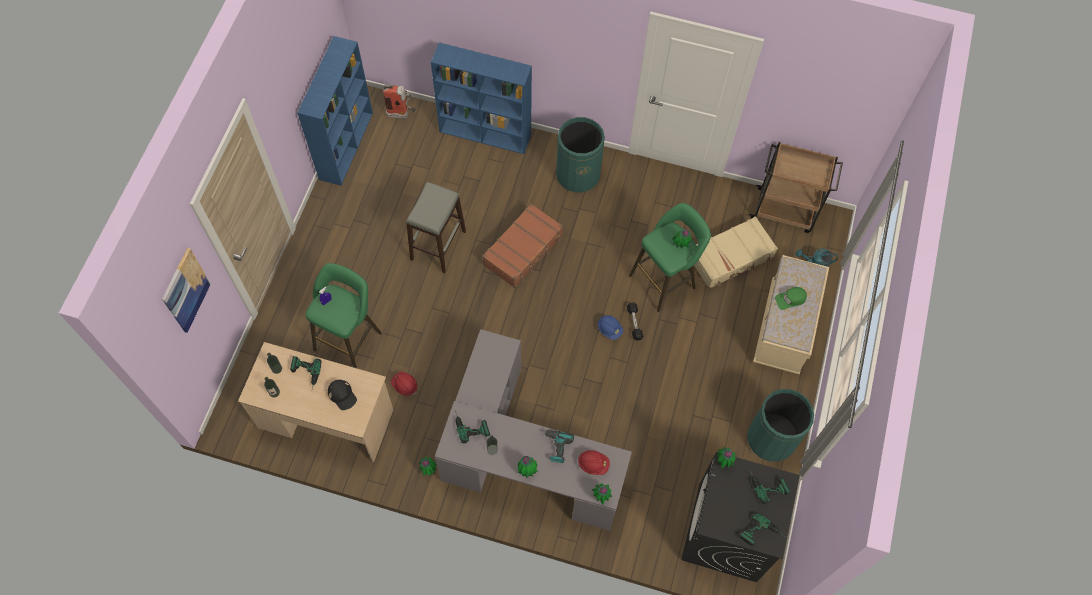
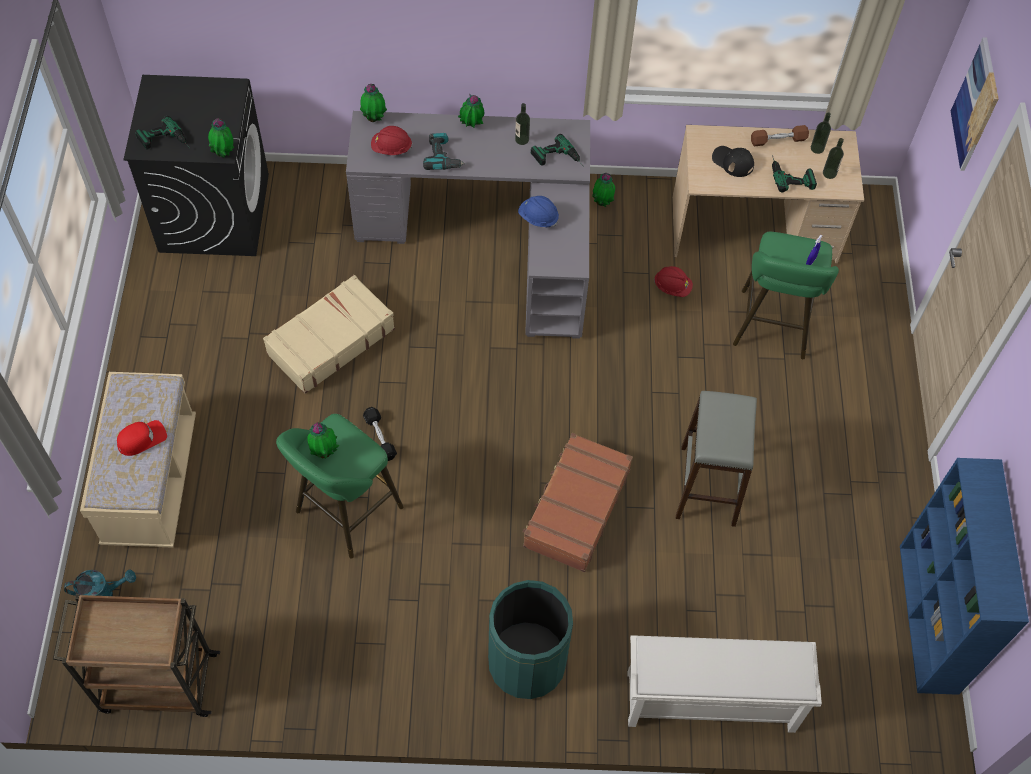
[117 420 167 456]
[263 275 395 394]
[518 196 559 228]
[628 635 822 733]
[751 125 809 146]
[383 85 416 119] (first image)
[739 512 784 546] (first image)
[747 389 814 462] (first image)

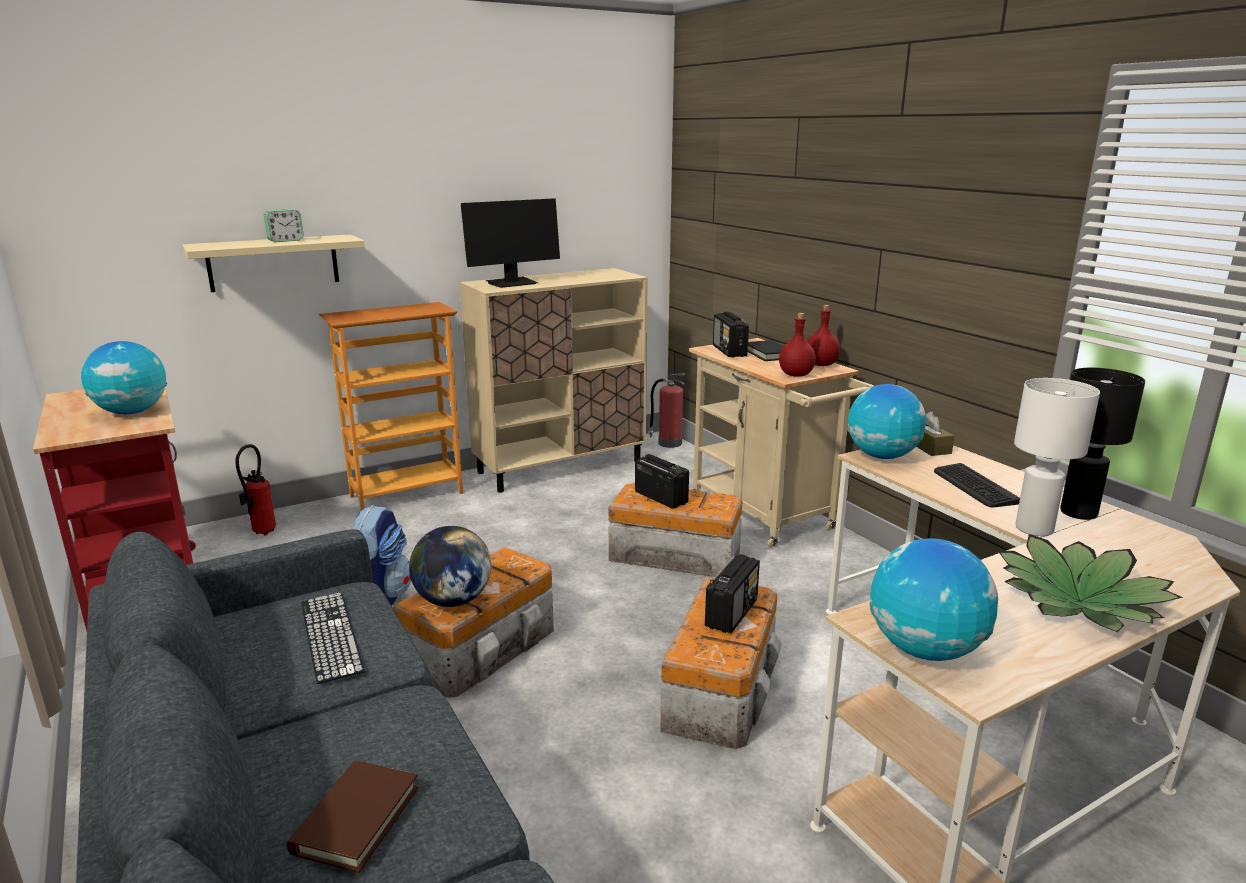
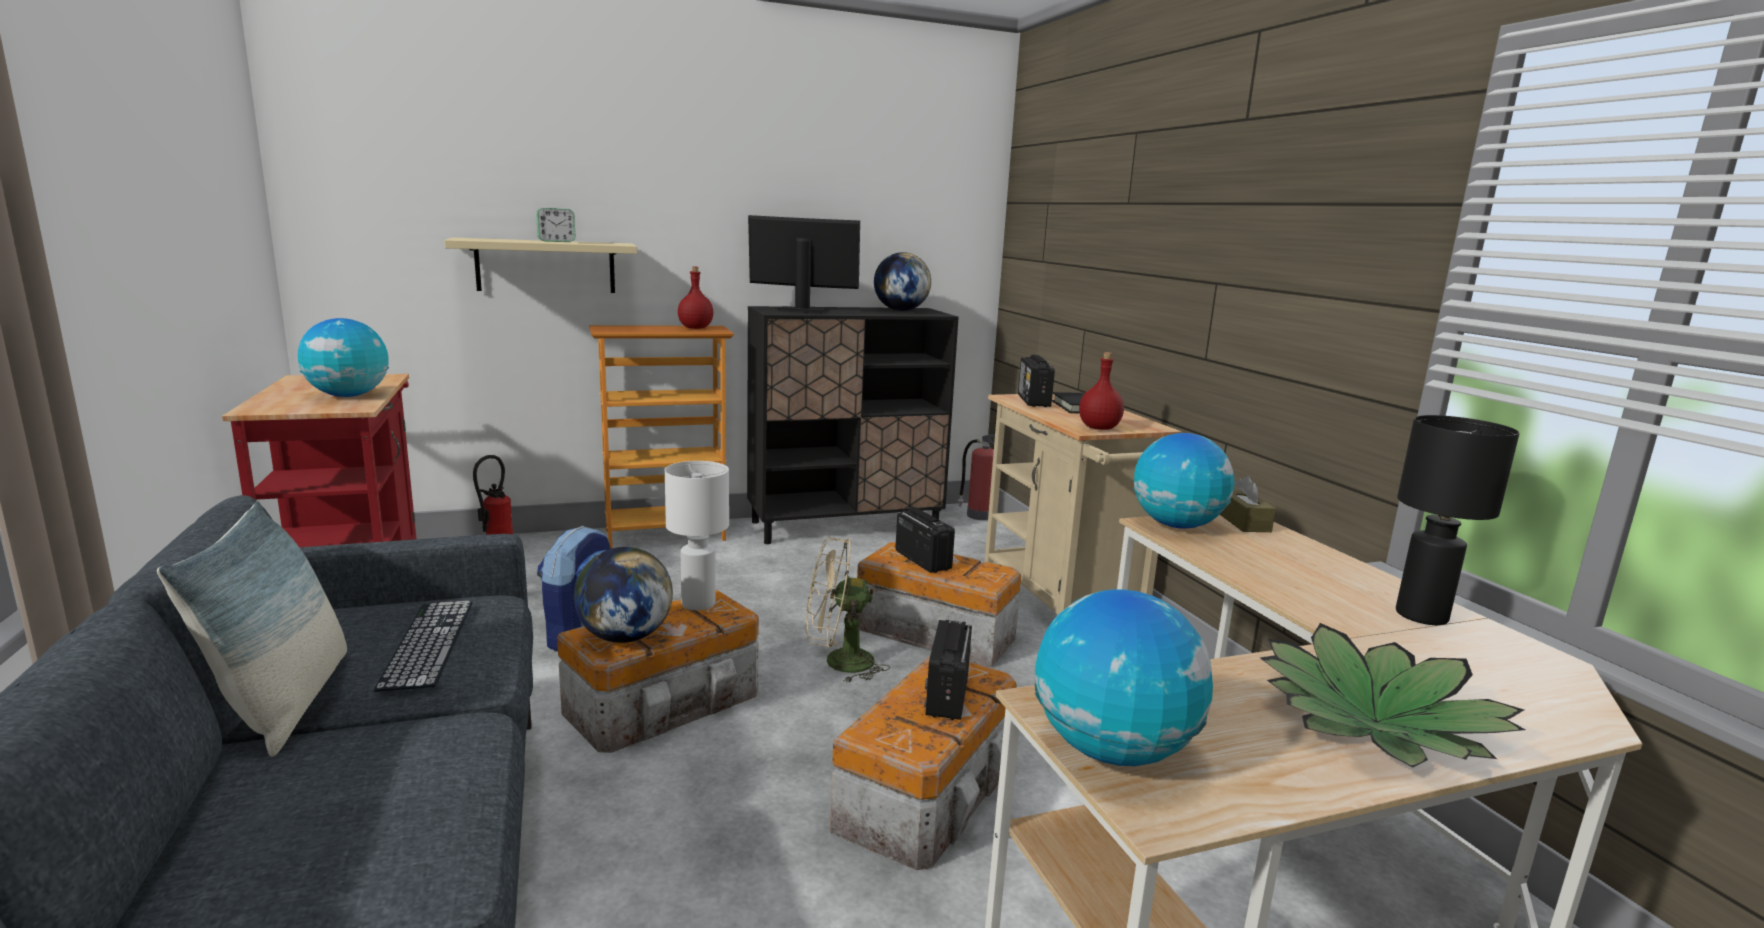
[157 501 347 757]
[665 461 729 610]
[678 267 713 329]
[747 306 959 544]
[748 215 860 314]
[806 537 890 683]
[874 252 931 311]
[924 620 972 720]
[287 761 419 873] (first image)
[934 463 1020 508] (first image)

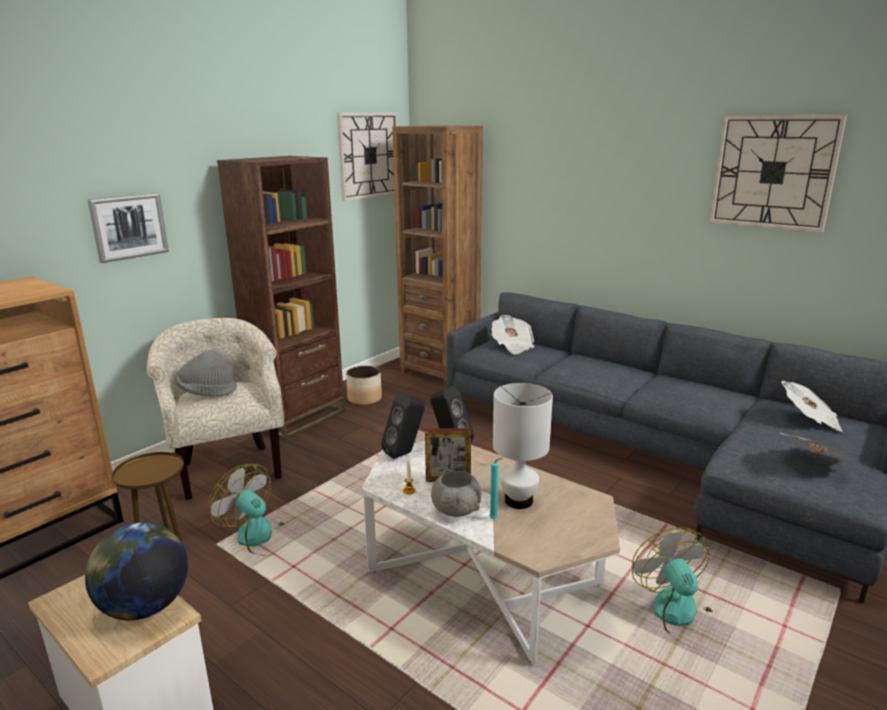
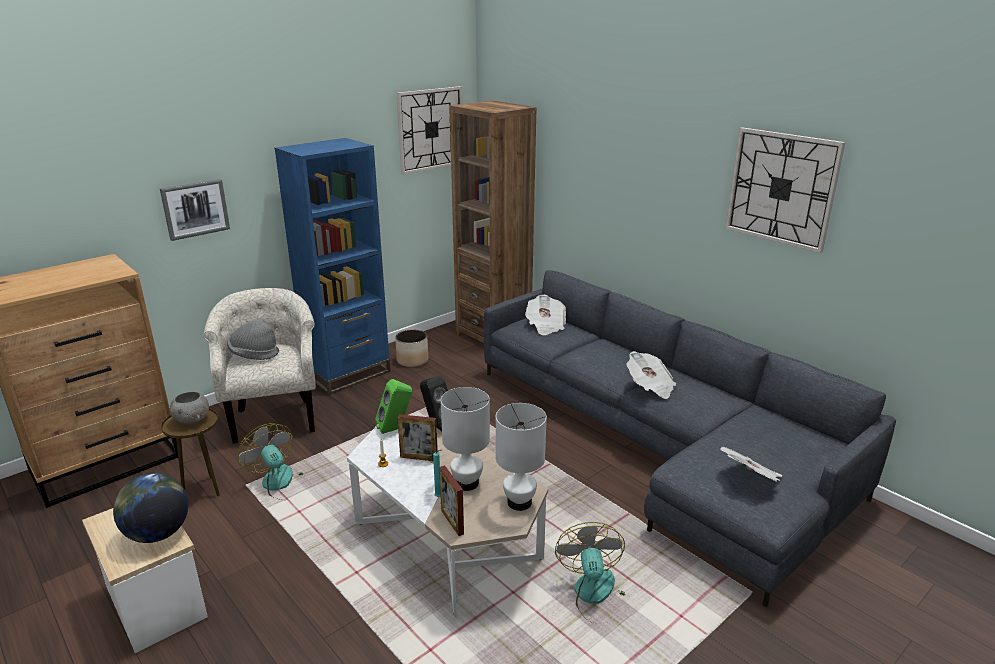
[170 392 209 424]
[275 138 391 395]
[375 379 412 434]
[439 465 464 536]
[496 403 547 511]
[626 351 676 399]

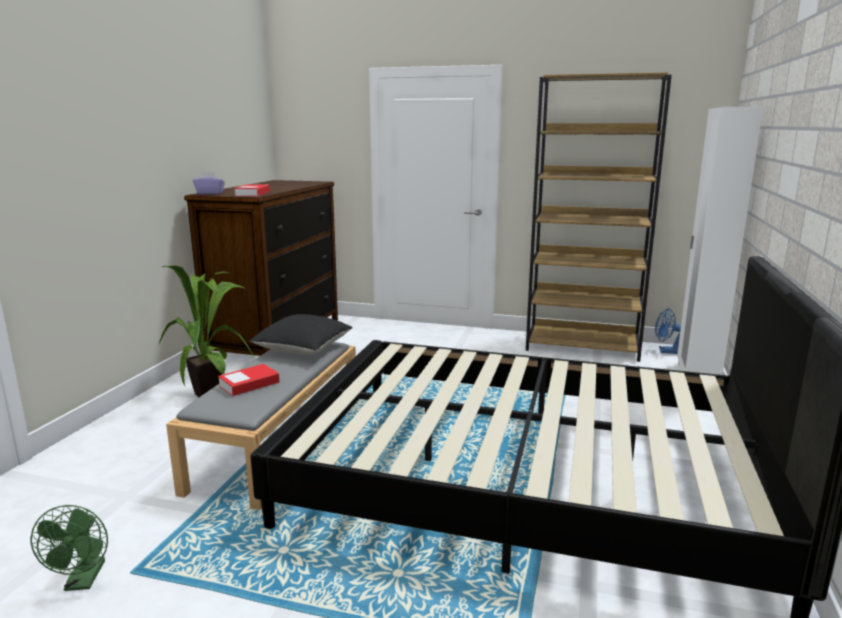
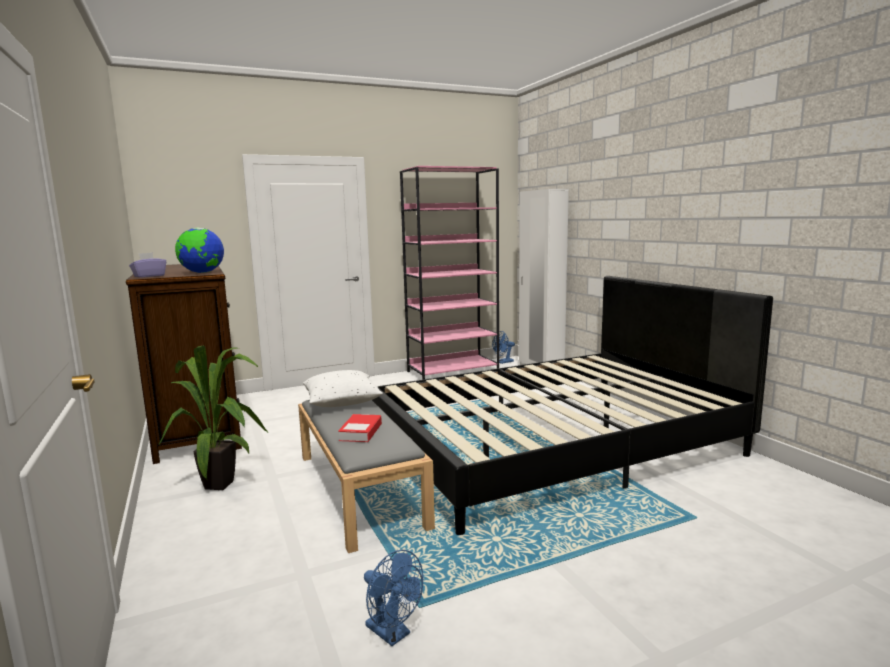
[175 228 224 273]
[303 370 383 407]
[364 550 423 646]
[400 166 499 380]

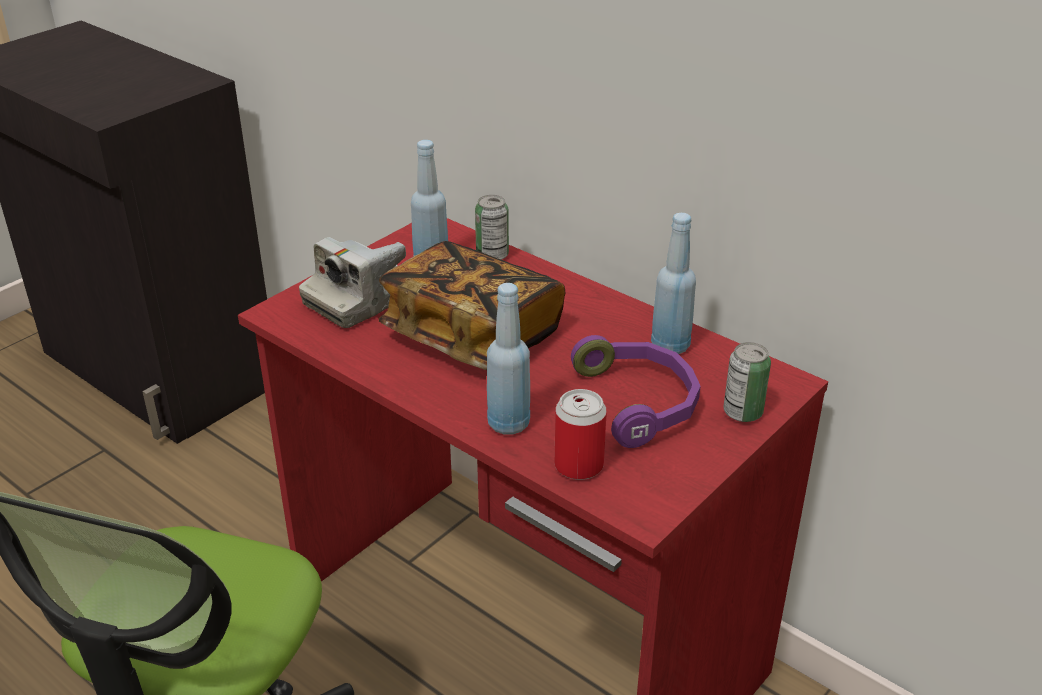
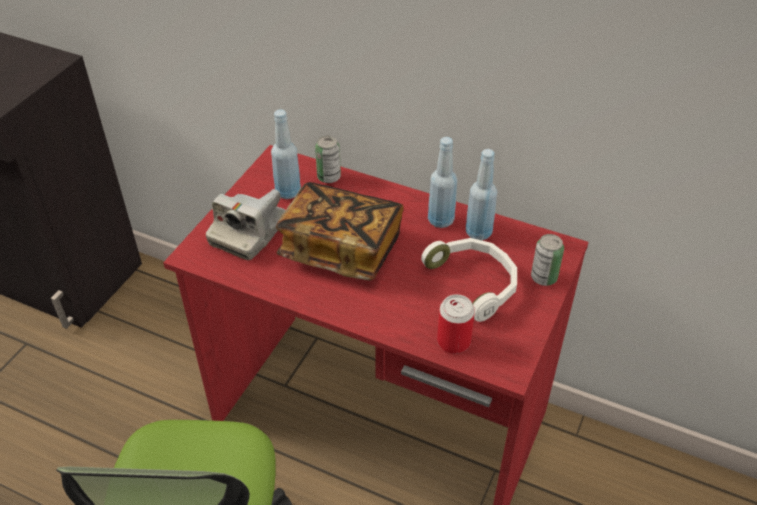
[421 238 517 322]
[428 137 457 228]

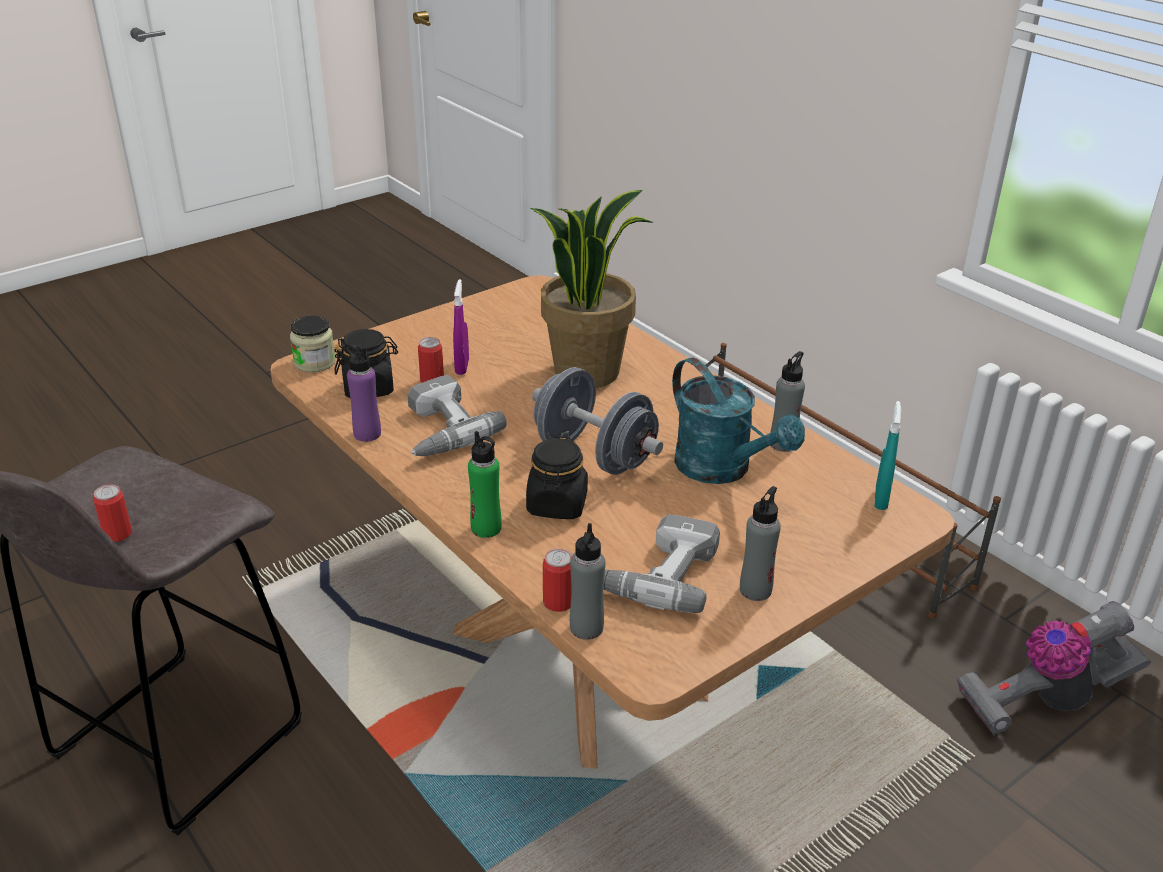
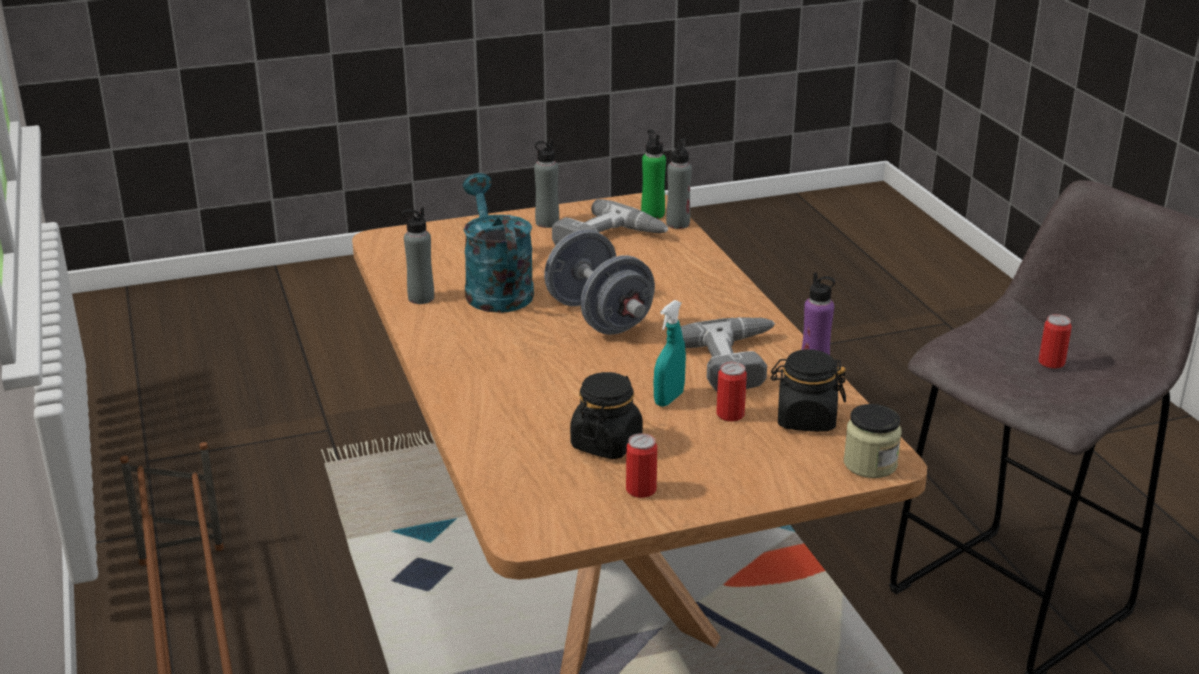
[570 372 643 459]
[626 433 657 498]
[641 129 666 219]
[654 300 686 407]
[453 279 469 375] (first image)
[530 190 654 388] (first image)
[956 601 1150 735] (first image)

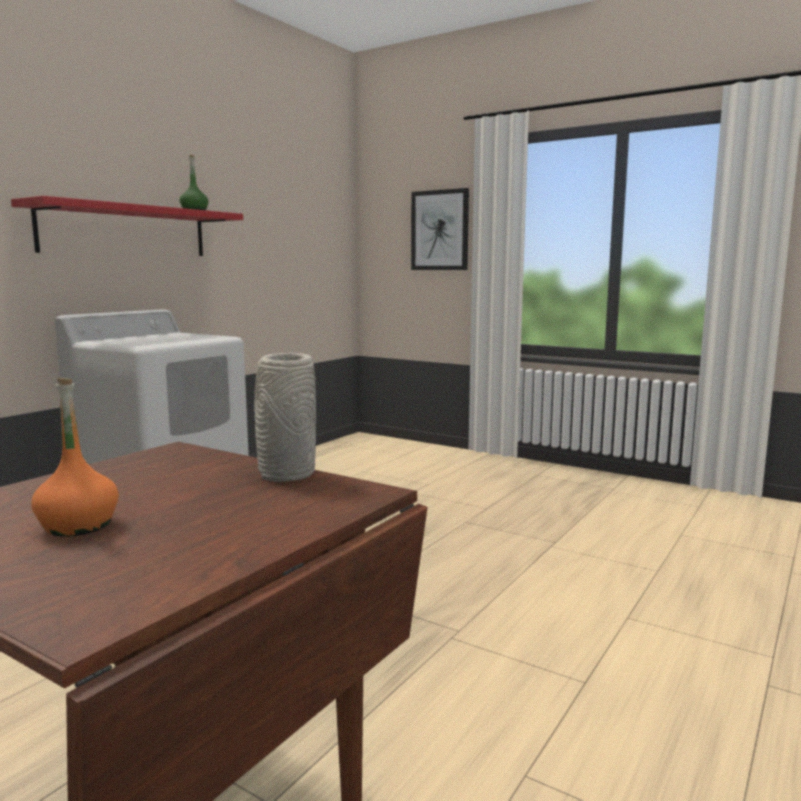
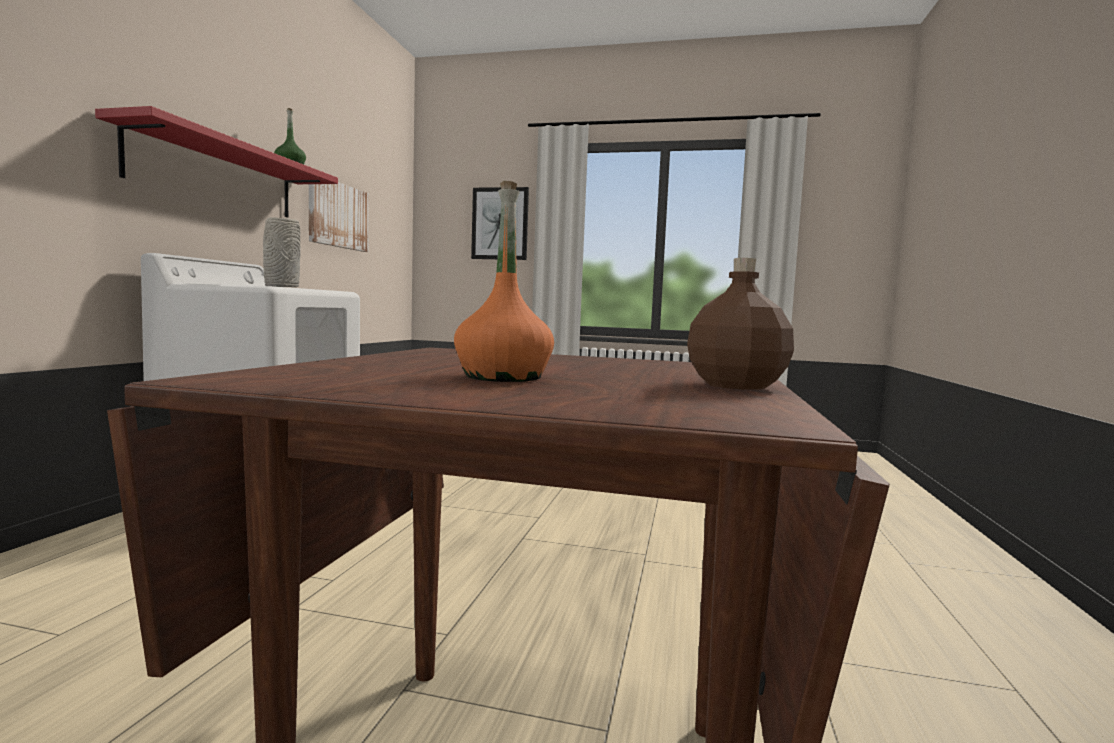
[263 217 301 287]
[309 182 369 252]
[687 258 794 390]

